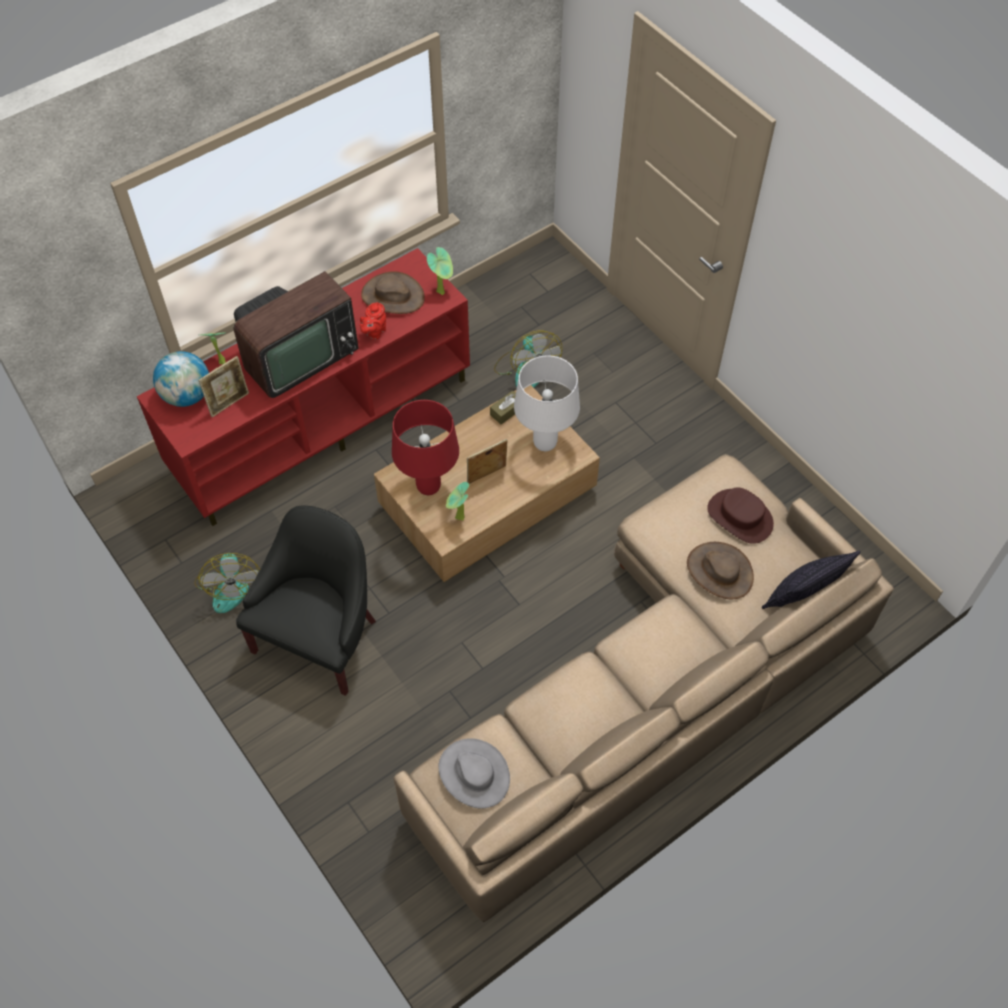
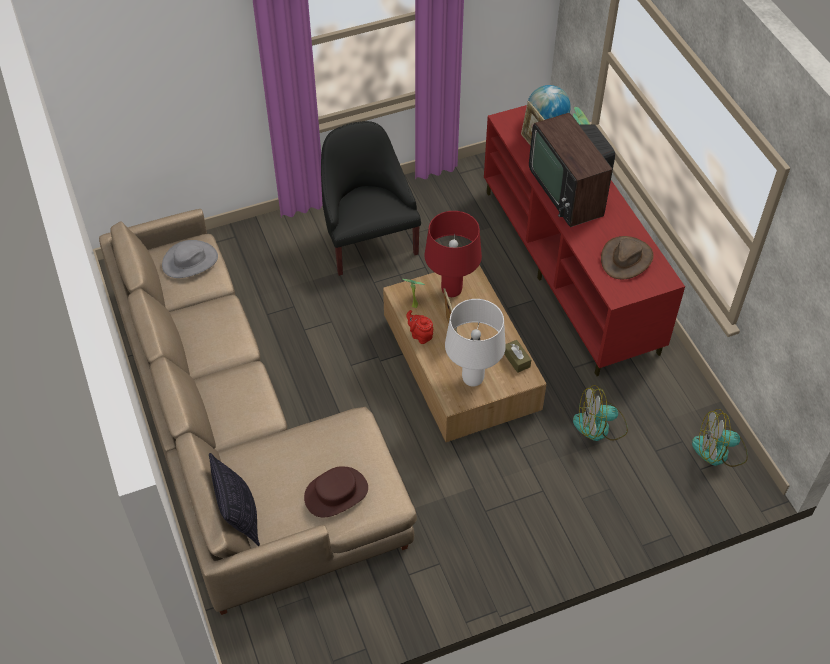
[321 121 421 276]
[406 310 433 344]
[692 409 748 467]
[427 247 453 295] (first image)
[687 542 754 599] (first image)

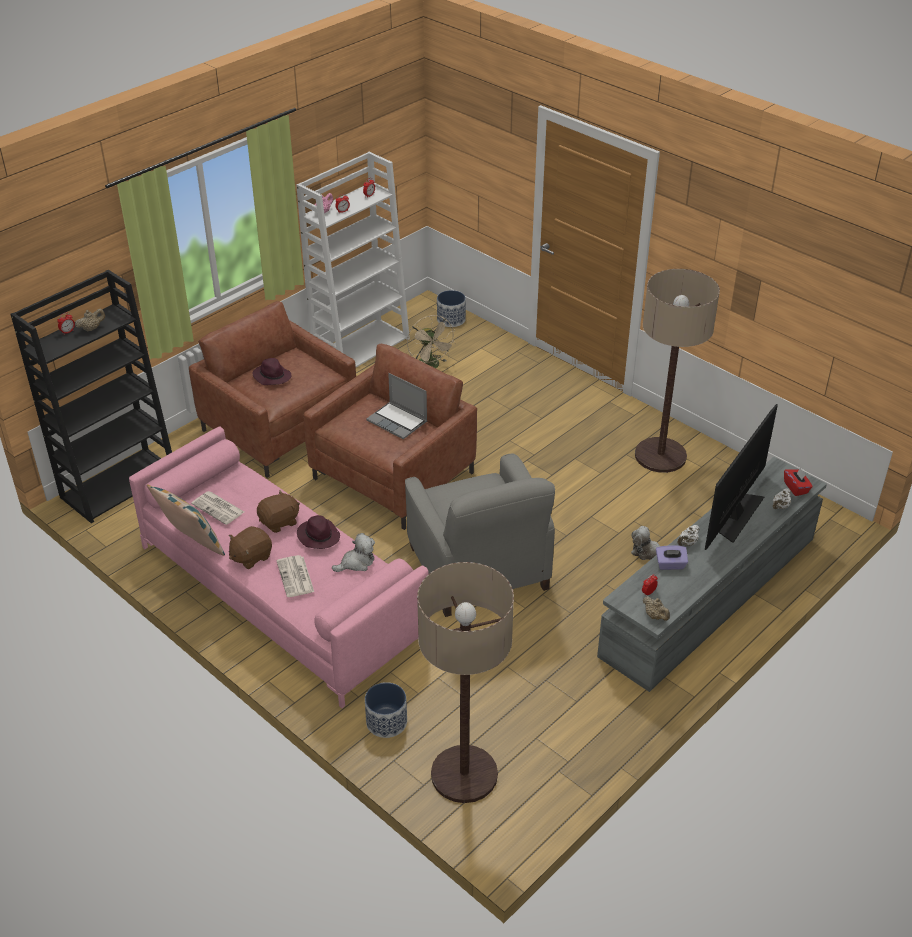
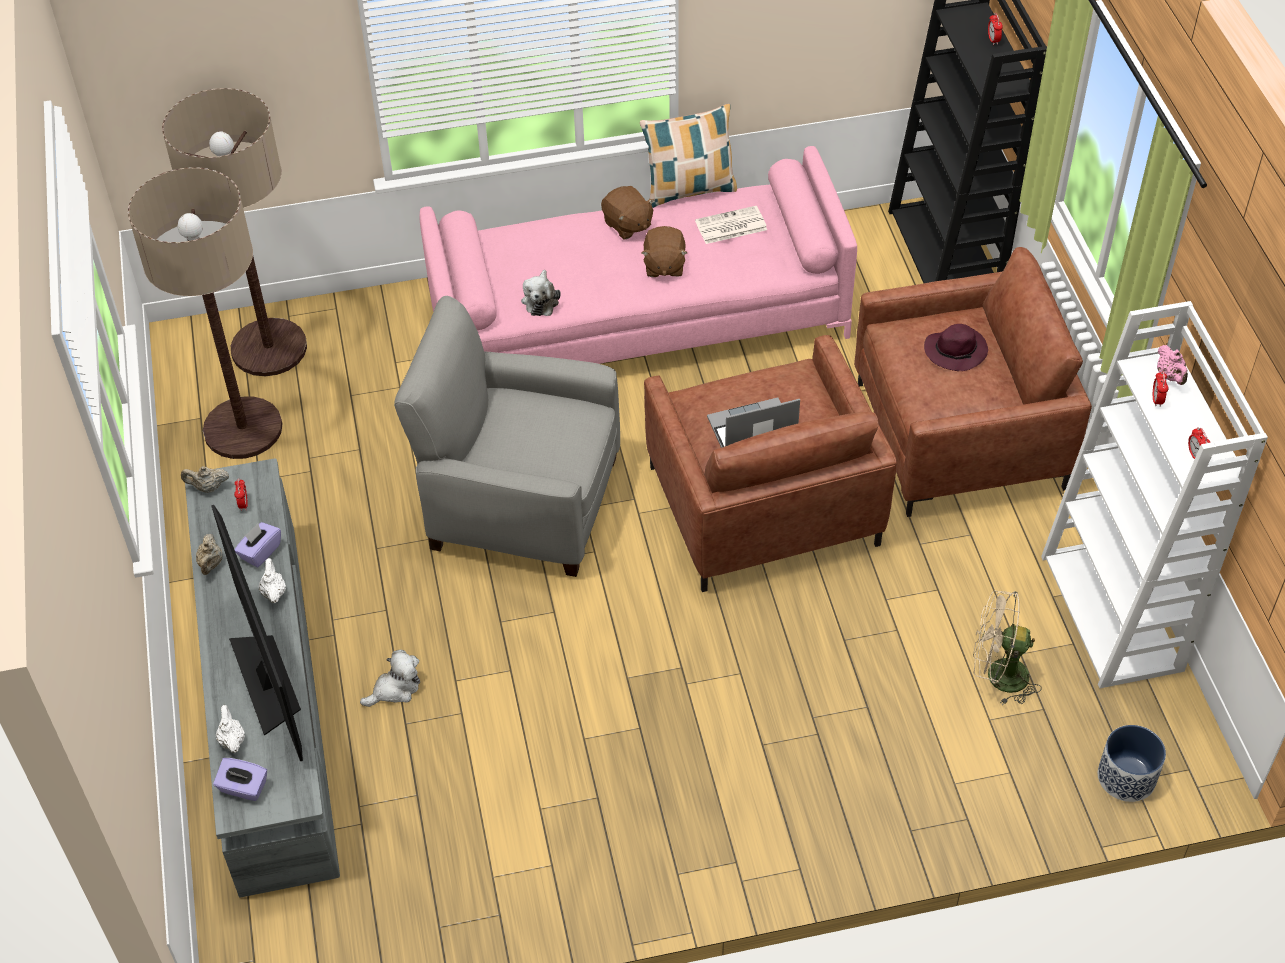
[128 167 283 459]
[196 534 223 575]
[213 758 267 801]
[601 186 654 239]
[277 555 314 597] (first image)
[297 515 340 549] (first image)
[365 682 407 738] (first image)

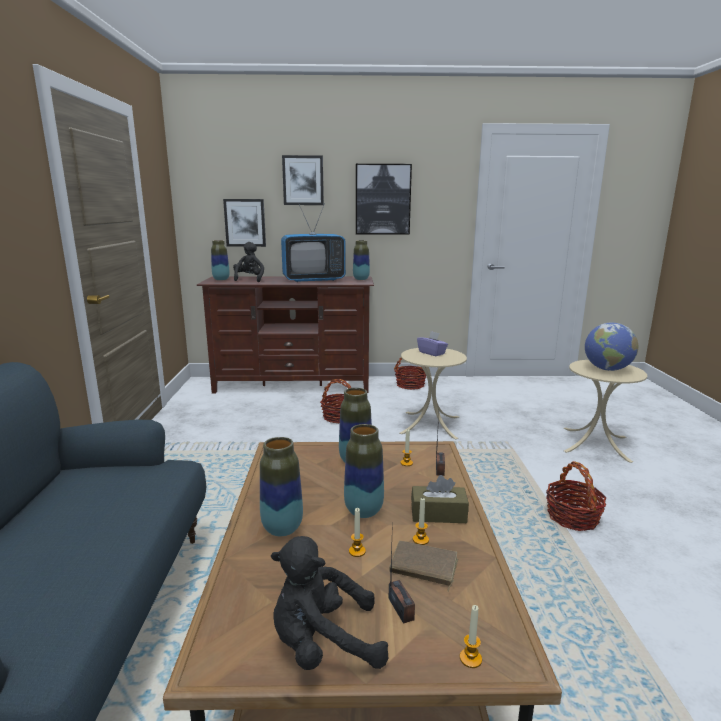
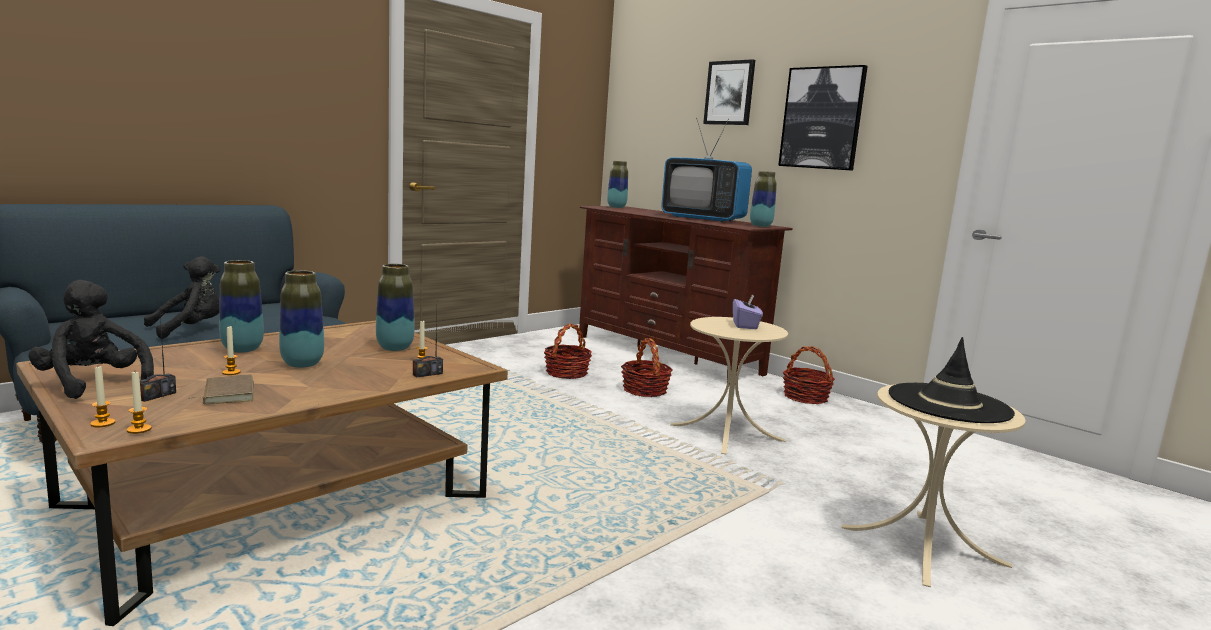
[127 372 152 434]
[144 256 221 339]
[544 323 592 379]
[889 337 1015 423]
[223 199 266 247] (first image)
[411 475 469 523] (first image)

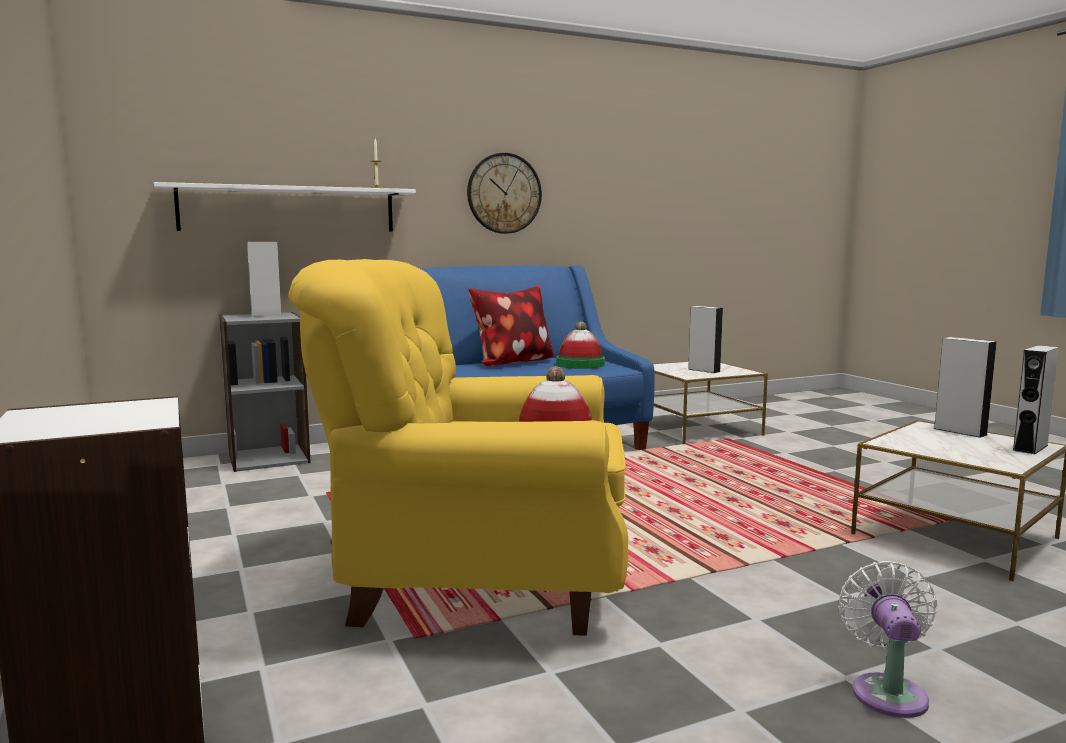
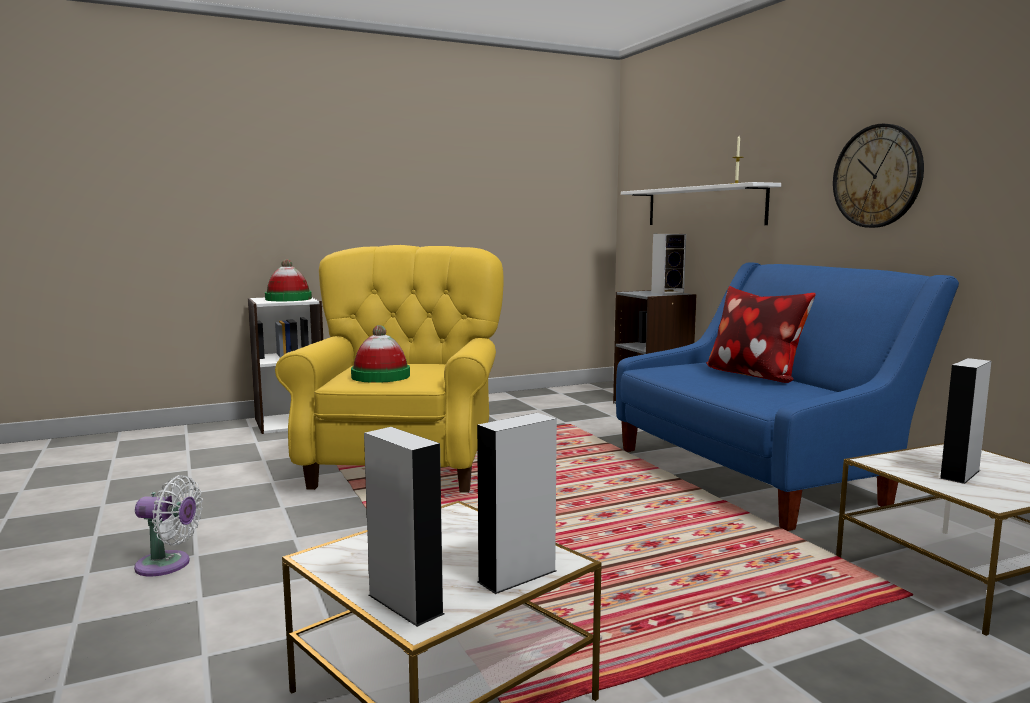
[265 259 312 301]

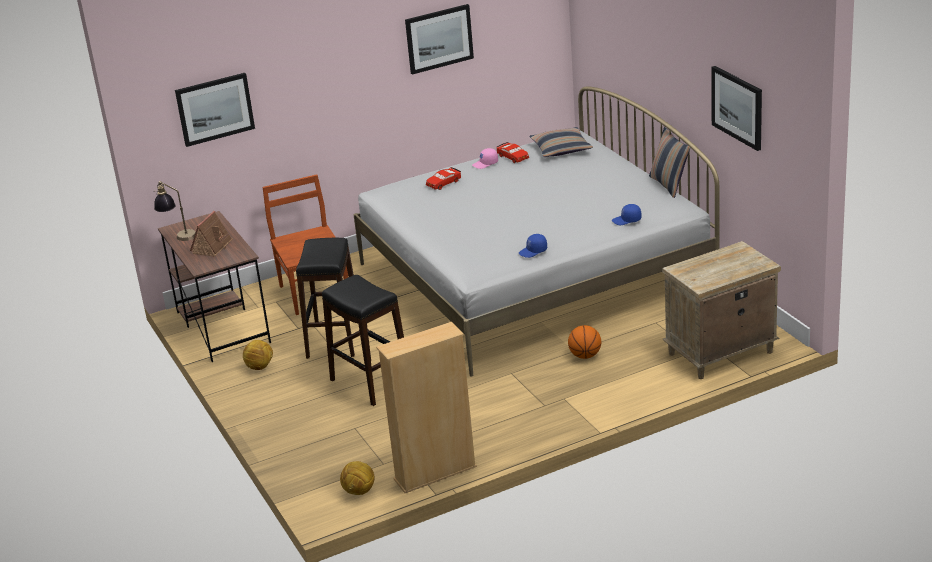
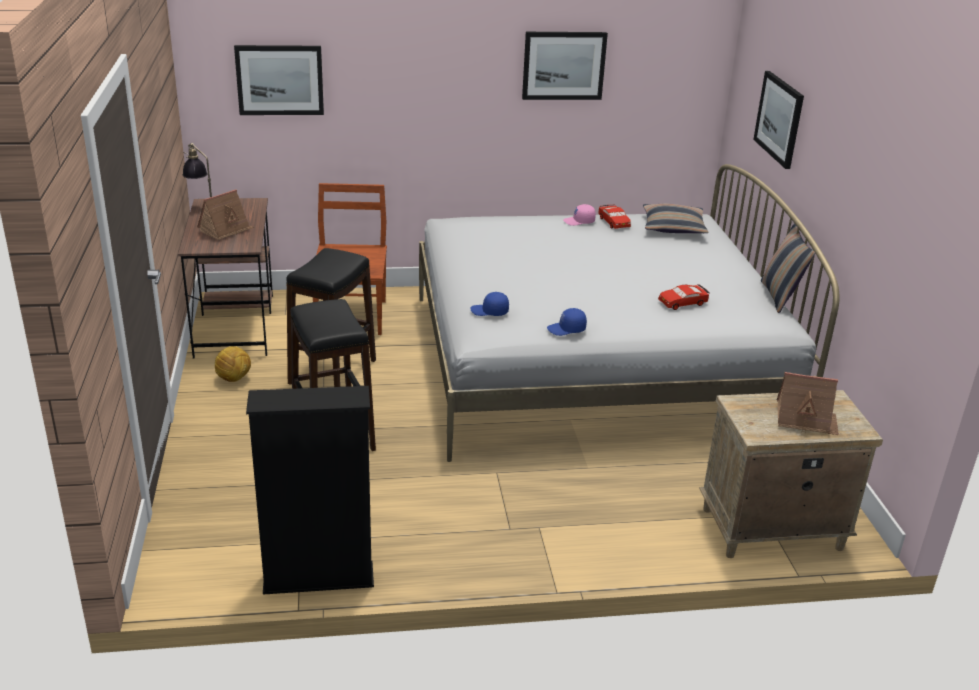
[246 386 374 595]
[470 292 509 316]
[658 284 710 310]
[753 71 804 169]
[777 372 839 435]
[340 461 374 495] (first image)
[568 325 601 359] (first image)

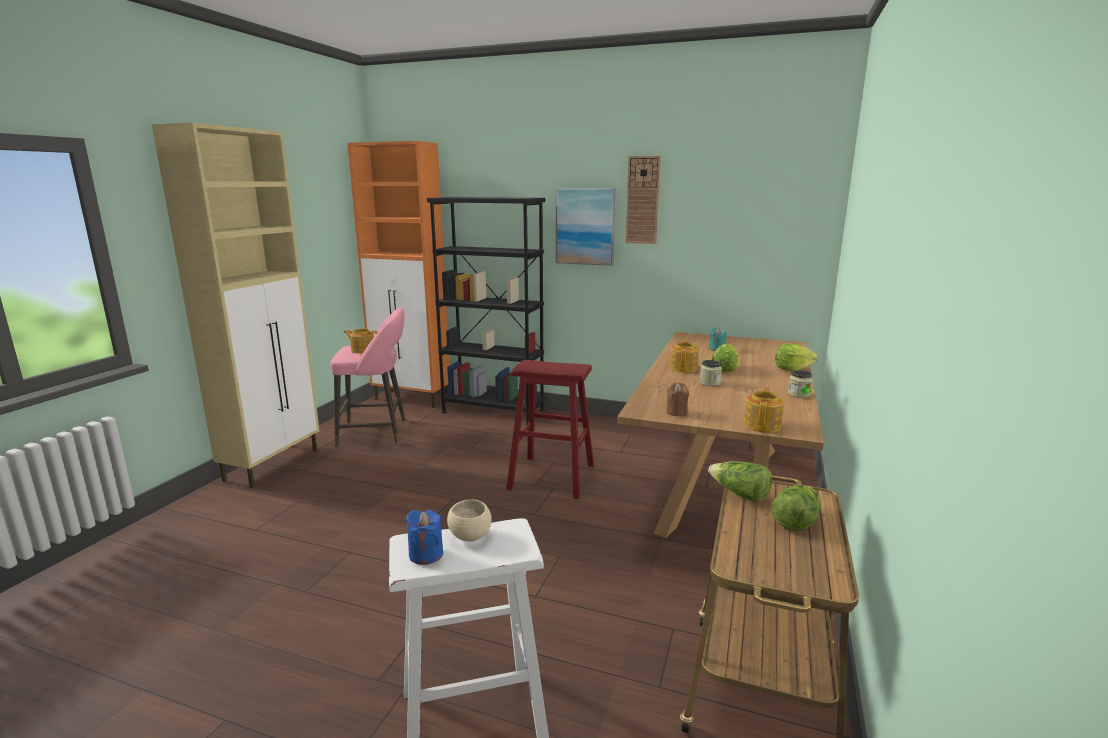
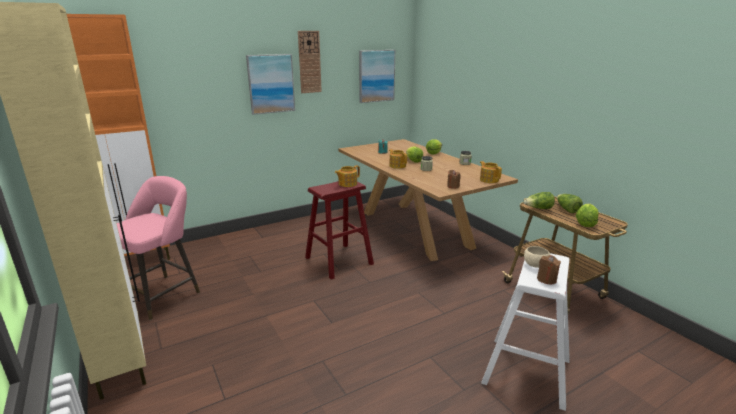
[335 165 360 187]
[359 50 395 103]
[537 255 561 285]
[576 204 599 227]
[427 197 545 425] (first image)

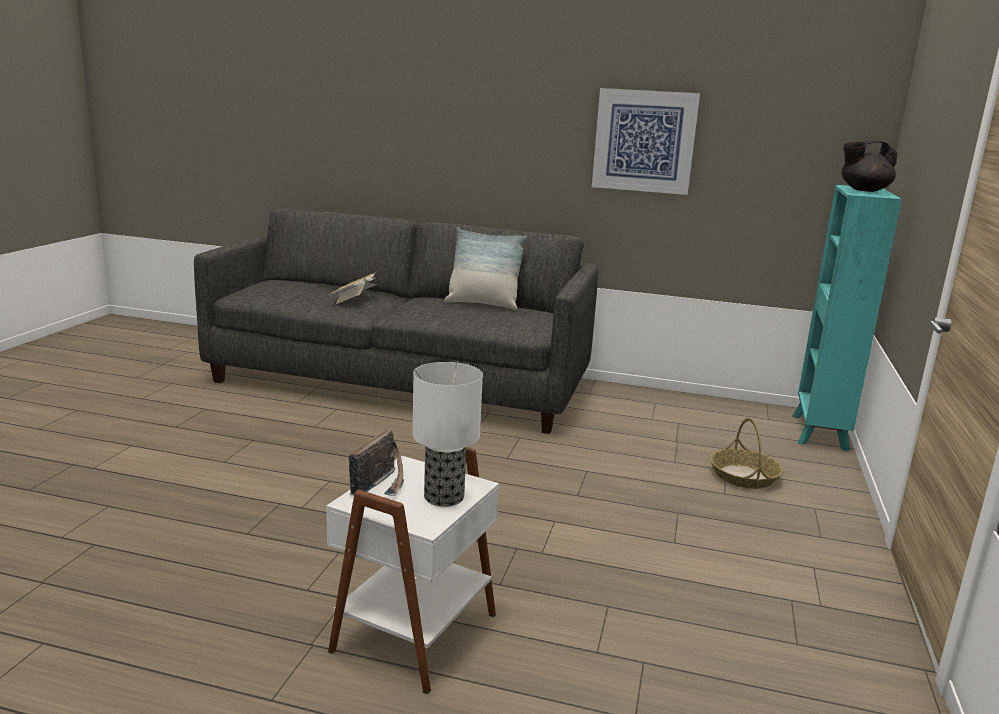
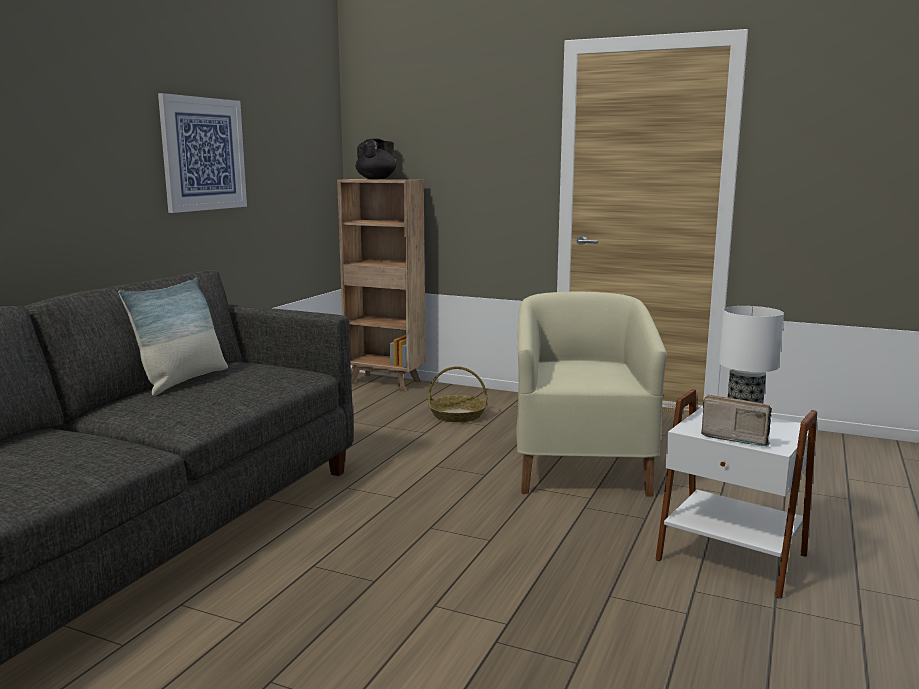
[337 179 426 391]
[356 138 396 179]
[516 292 667 497]
[328 272 378 305] (first image)

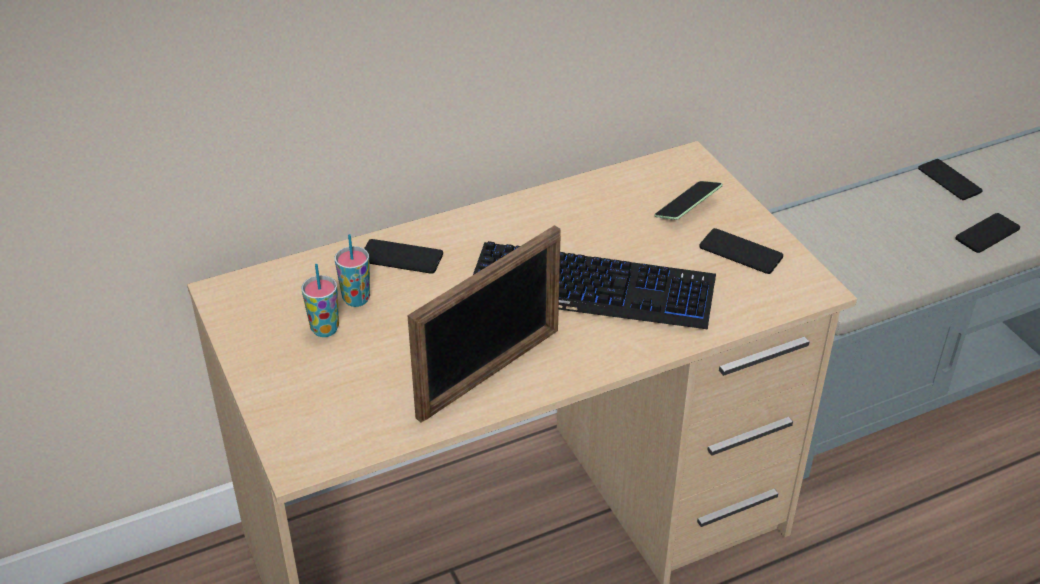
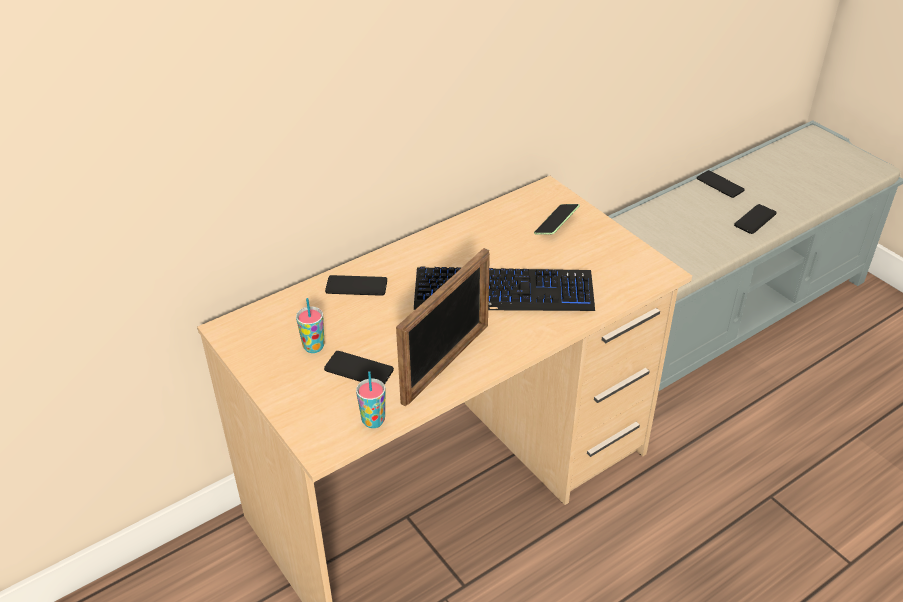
[324 351 394 385]
[356 371 385 428]

